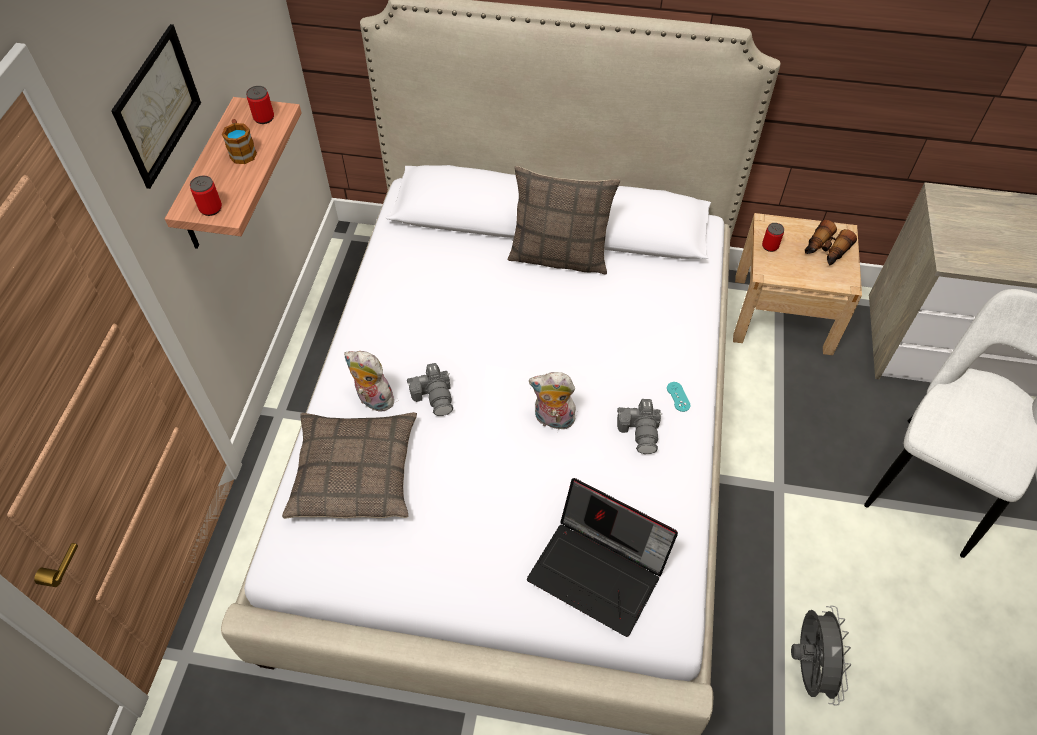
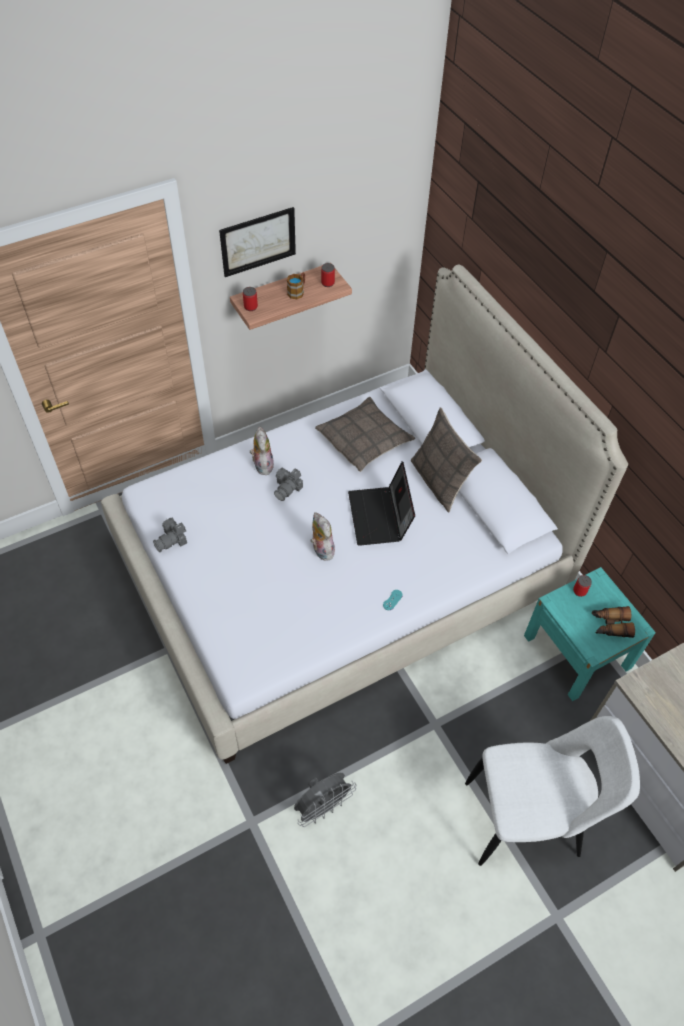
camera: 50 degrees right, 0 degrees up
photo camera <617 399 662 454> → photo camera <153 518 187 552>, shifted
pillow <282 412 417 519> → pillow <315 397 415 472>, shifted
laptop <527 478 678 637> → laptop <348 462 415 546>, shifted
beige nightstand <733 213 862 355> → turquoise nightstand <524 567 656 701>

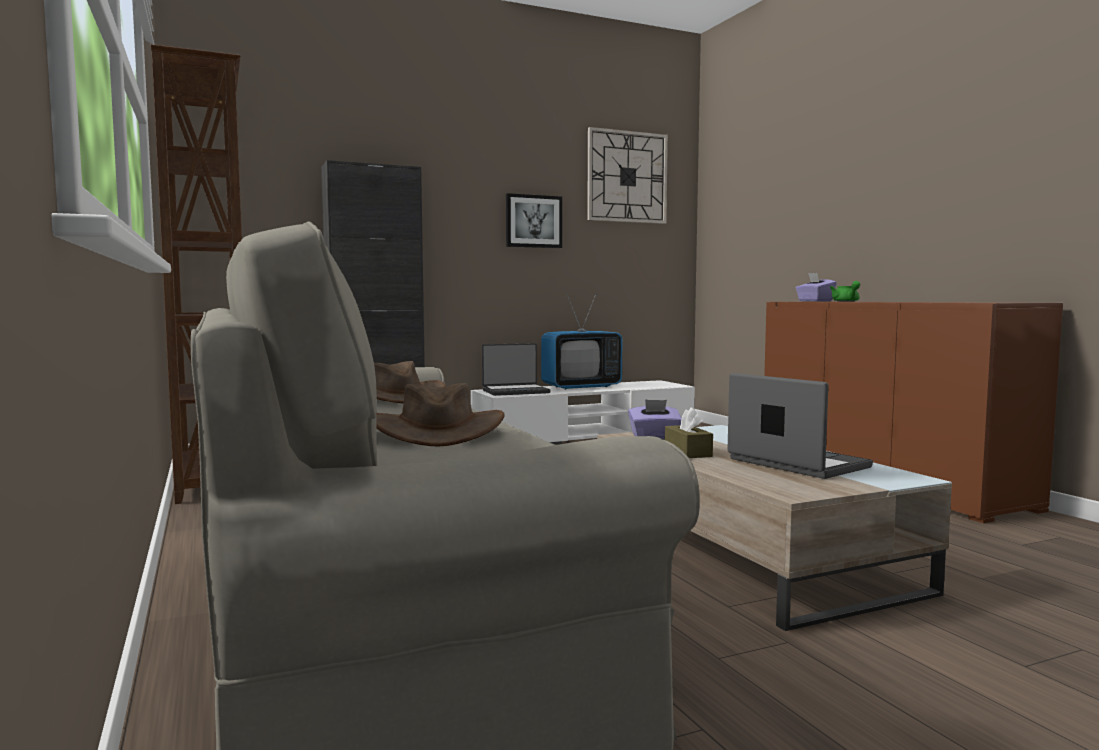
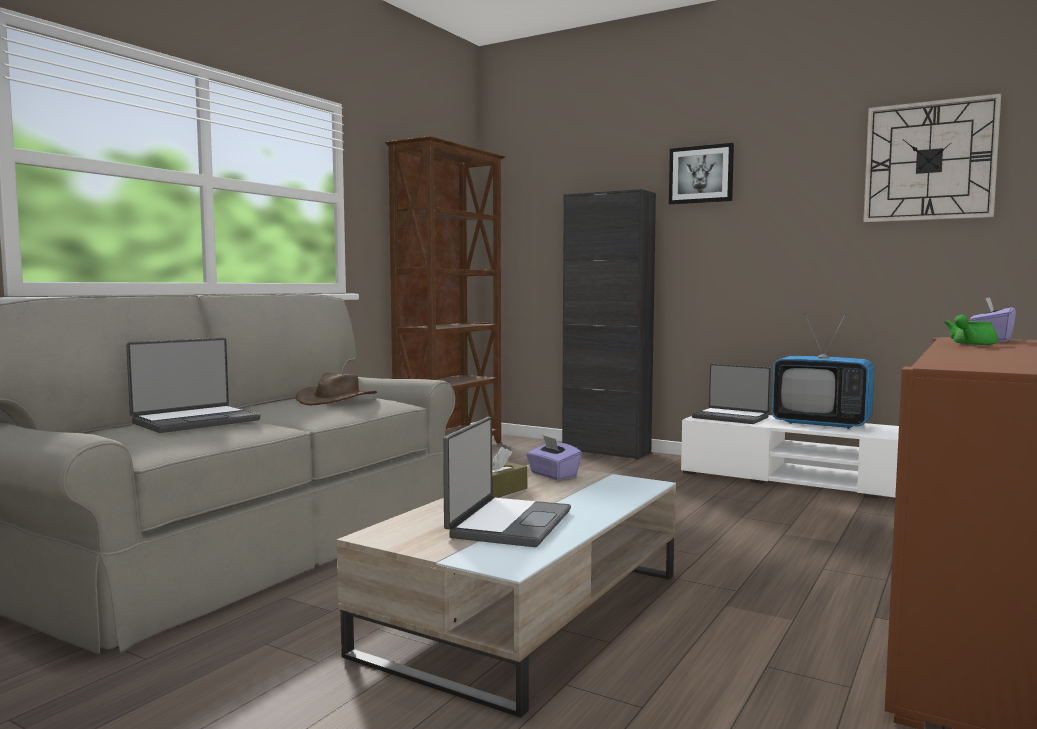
camera: 55 degrees right, 0 degrees up
brown hat <377 383 505 446> → laptop <126 338 260 433>
picture <506 193 562 248> → picture <669 143 734 204>, shifted

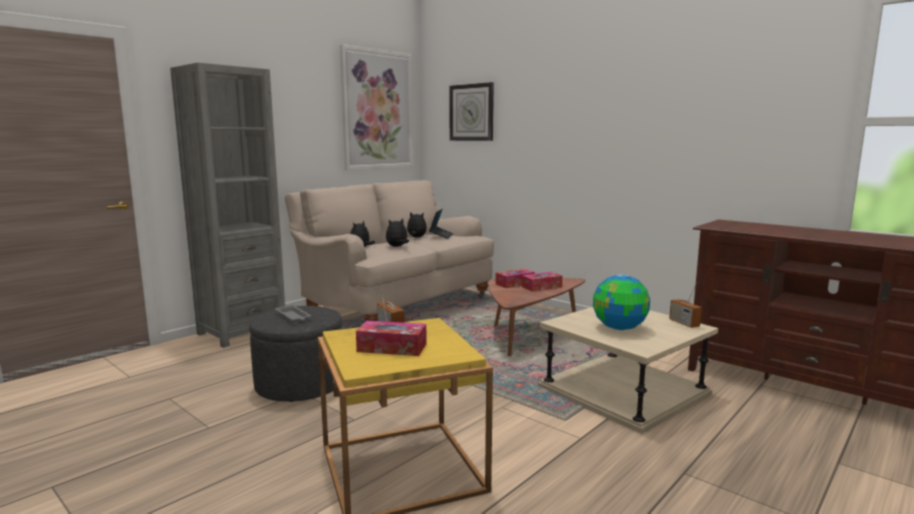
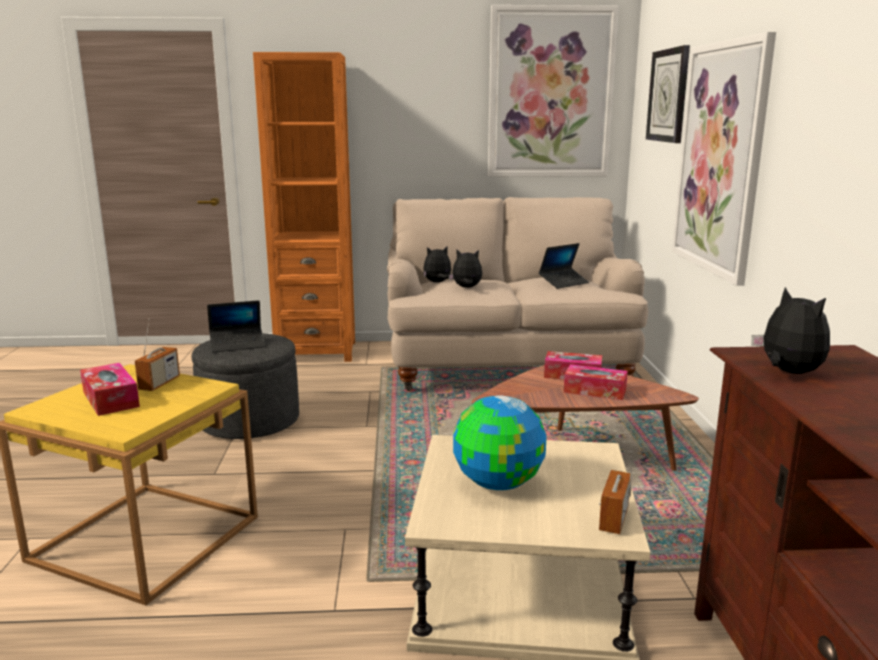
camera: 45 degrees right, 5 degrees up
grey tray <275 305 311 323> → laptop <207 300 265 353>
grey bookcase <170 62 285 348> → orange bookcase <253 52 355 362>
- → picture <672 32 776 286>
plush toy <406 212 427 237> → plush toy <752 287 830 374>, shifted

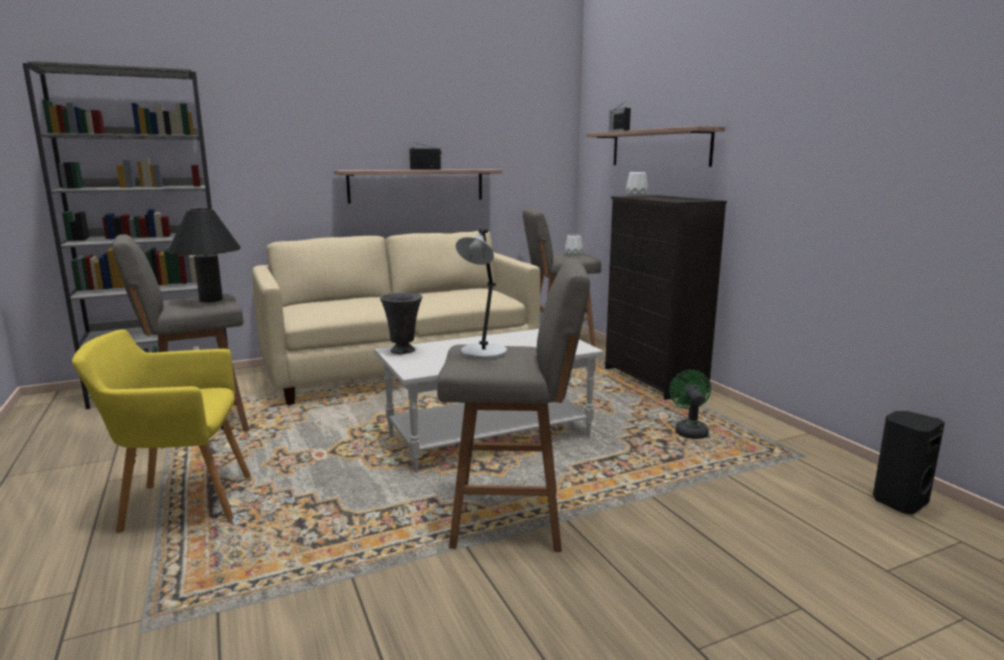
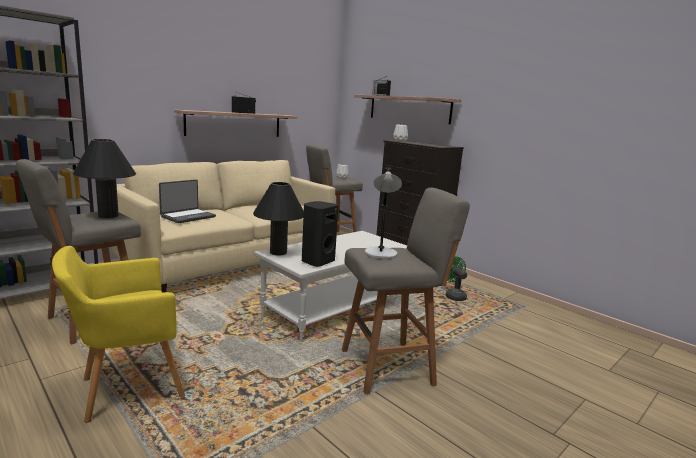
camera: 20 degrees left, 0 degrees up
- → laptop <159 180 216 223>
grey vase <380 293 422 354> → black table lamp <253 182 304 255>
black speaker <873 411 945 514> → black speaker <302 201 338 267>, shifted

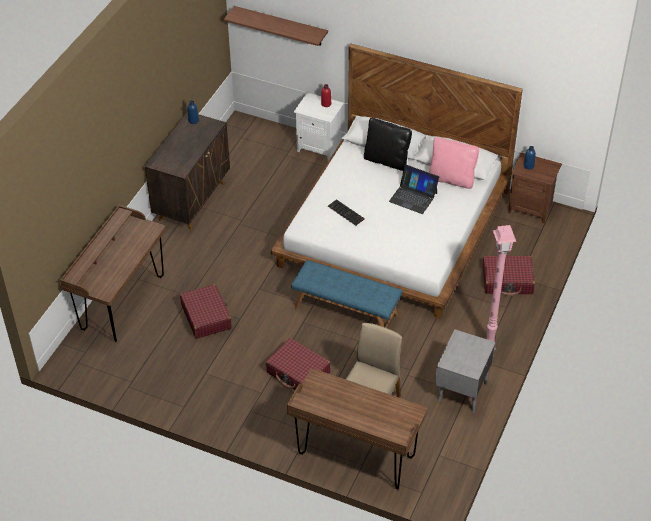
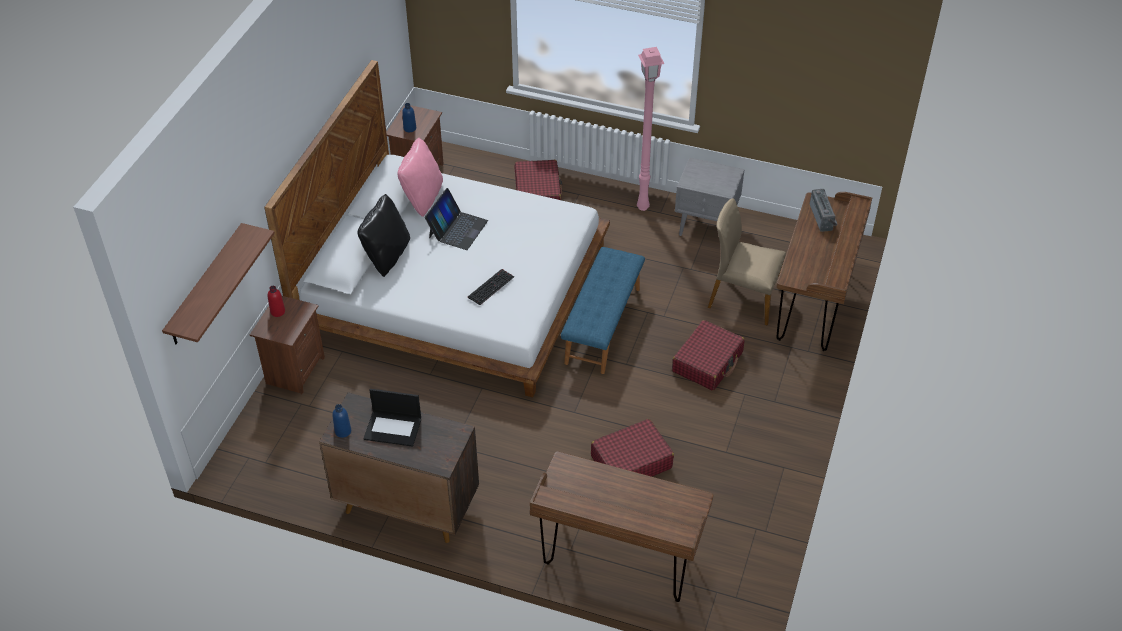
camera: 95 degrees left, 0 degrees up
white nightstand <294 93 344 161> → brown nightstand <250 296 325 395>
- → laptop <364 389 421 447>
- → radio <810 189 838 232>

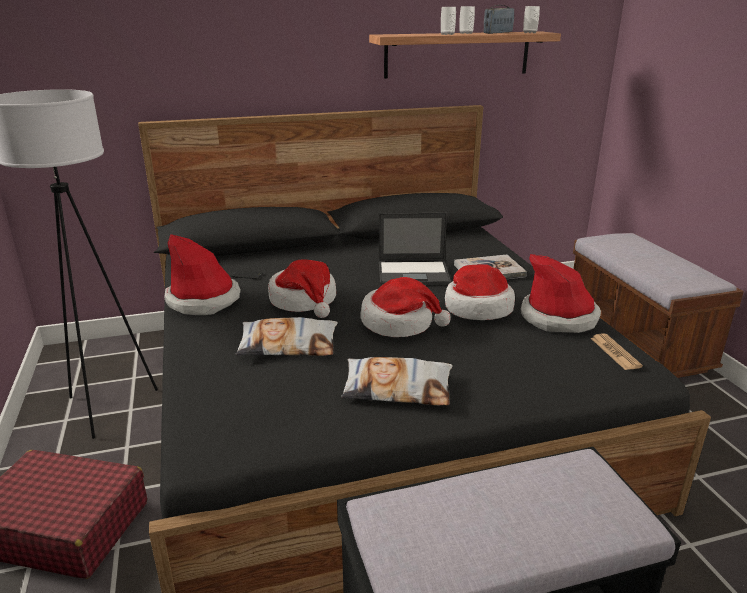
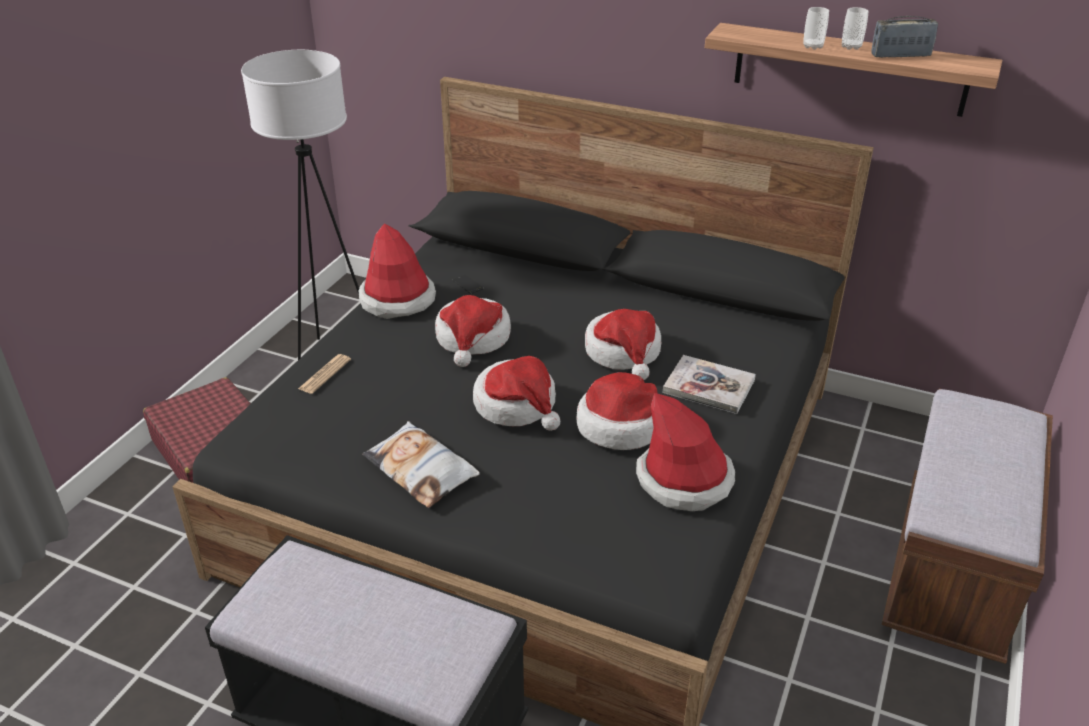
camera: 40 degrees right, 10 degrees up
newspaper <591 334 643 370> → newspaper <298 354 351 394>, shifted
laptop <379 213 451 285> → hat <585 309 661 380>
pillow <236 317 338 356> → -
cup <523 6 540 33> → -

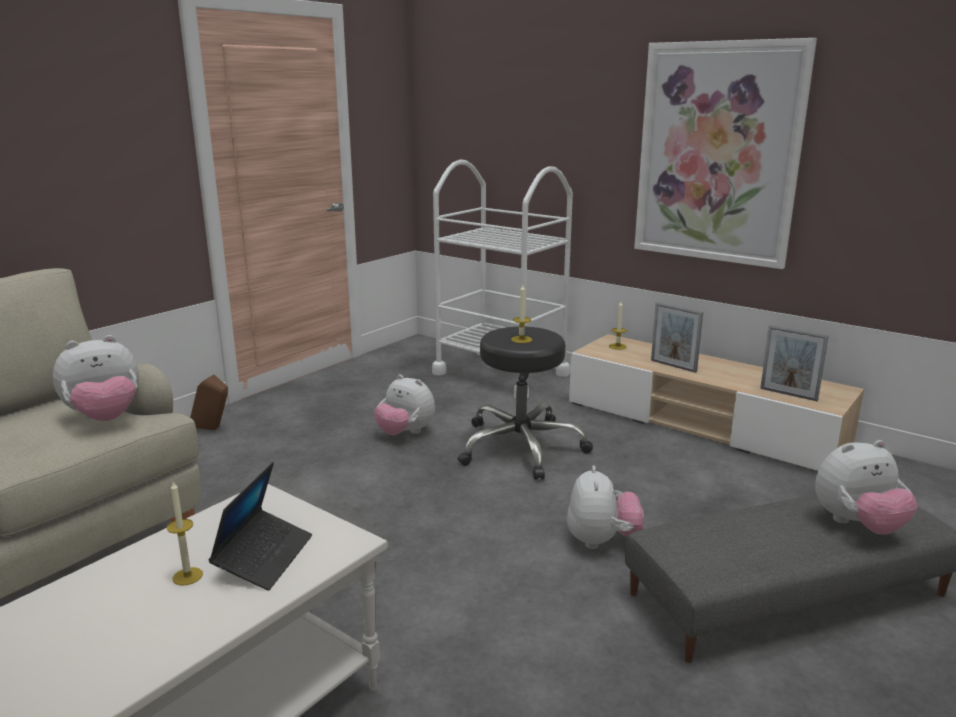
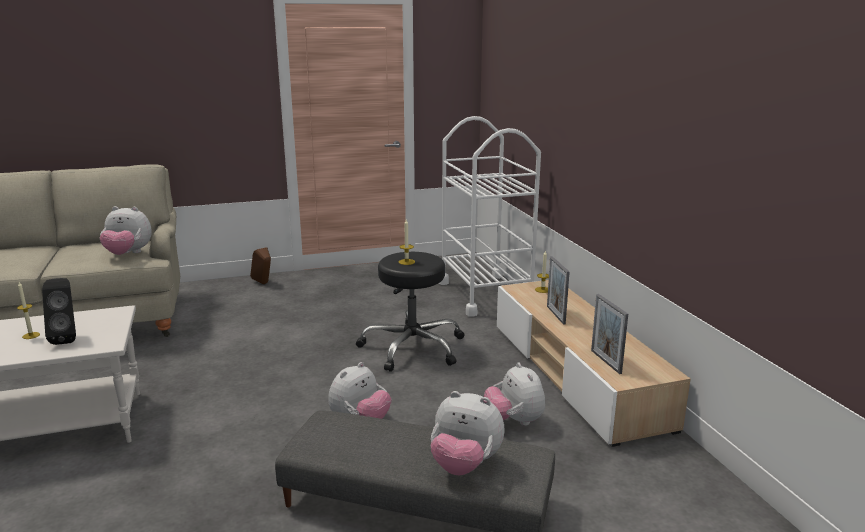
camera: 35 degrees right, 0 degrees up
laptop <208 462 312 590> → black speaker <42 278 76 345>
plush toy <374 374 435 435> → plush toy <484 362 545 426>, shifted
picture <634 38 817 269> → -

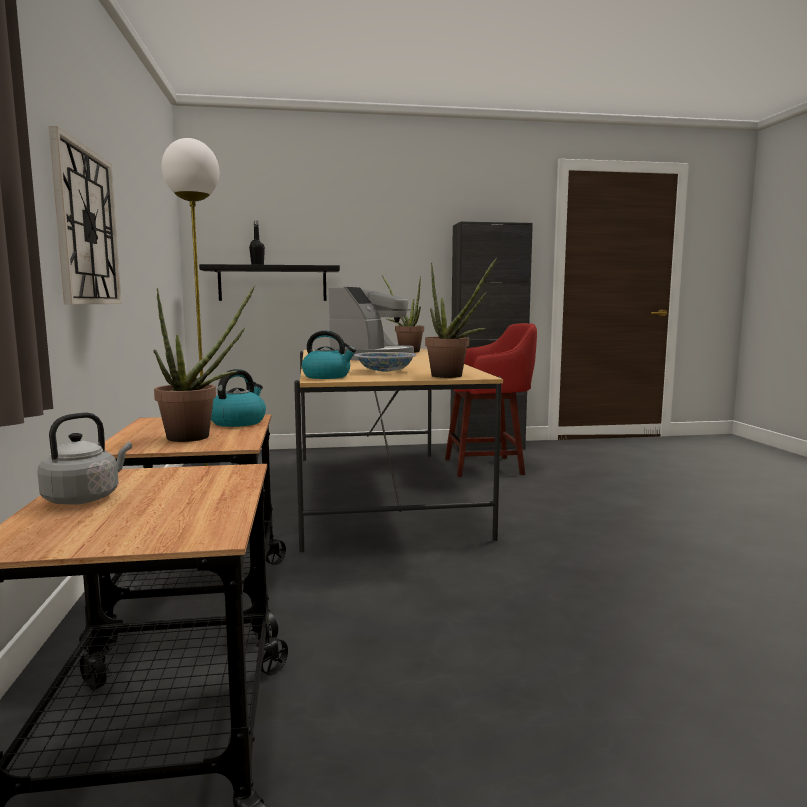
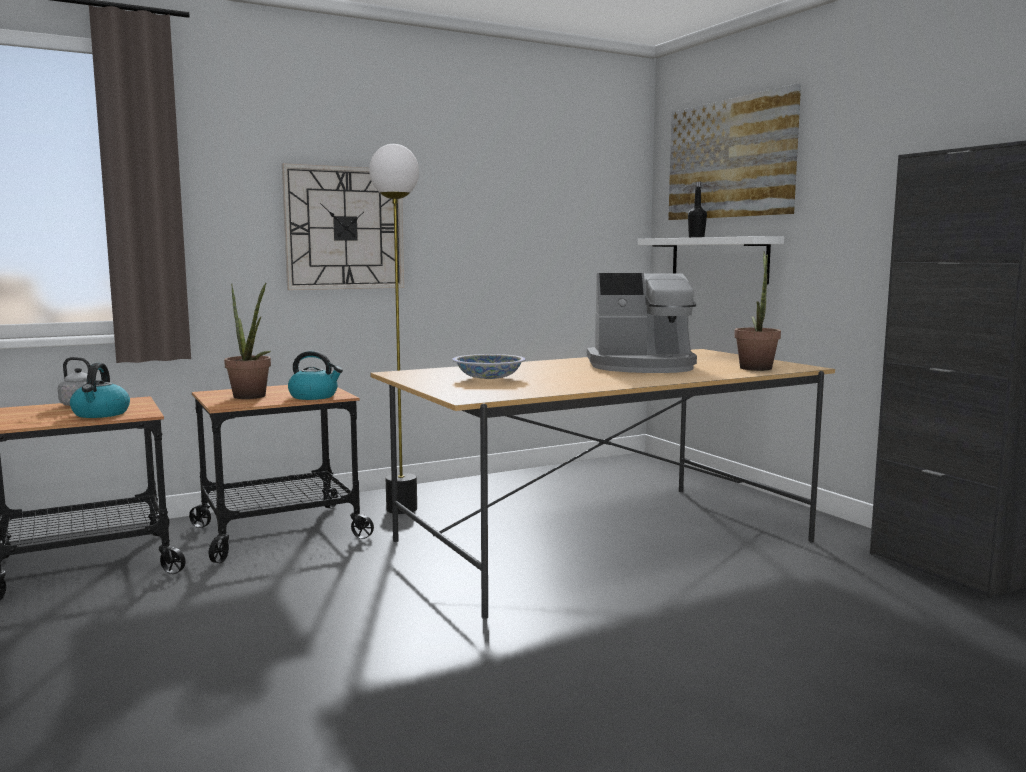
camera: 70 degrees right, 0 degrees up
kettle <302 331 356 379> → kettle <70 363 130 418>, shifted
black shelf <199 264 340 301> → white shelf <638 236 784 284>
- → picture <668 84 801 220>
potted plant <425 257 497 378> → -
red stool <445 323 537 477> → -

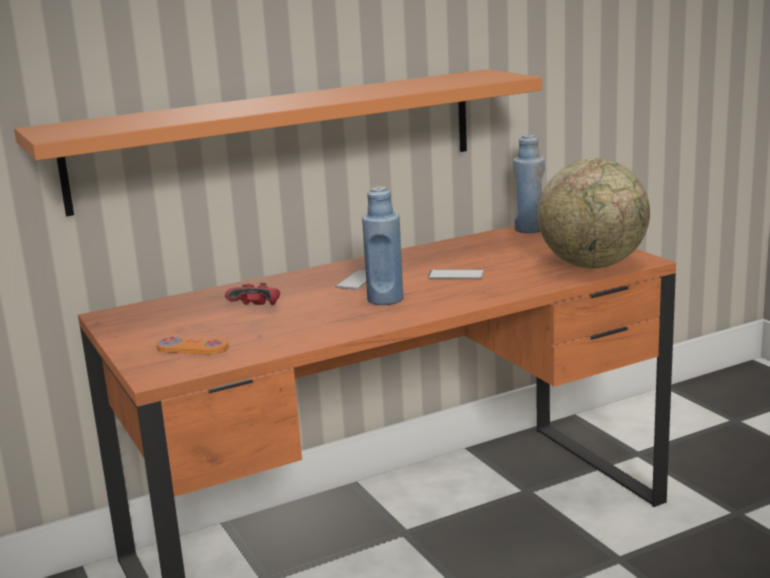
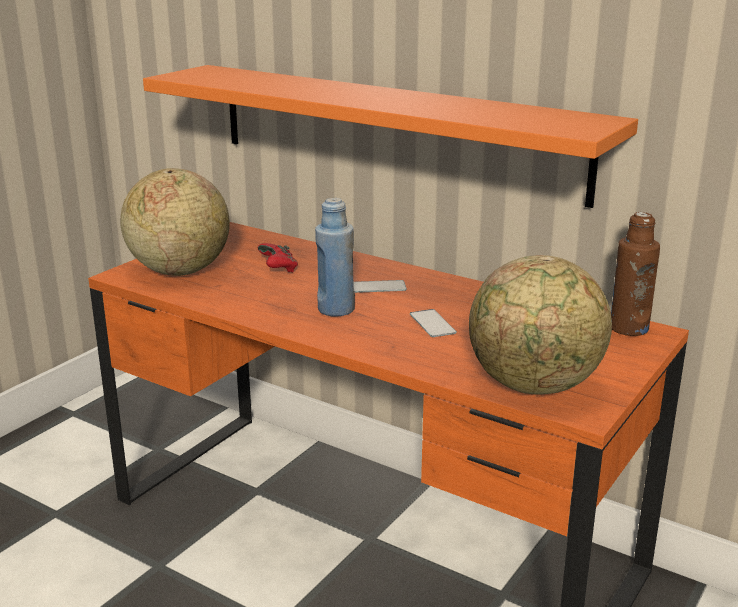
camera: 60 degrees right, 5 degrees up
orange game controller <156 336 228 354> → globe <120 168 230 276>
blue bottle <513 135 545 234> → brown bottle <611 212 660 336>

